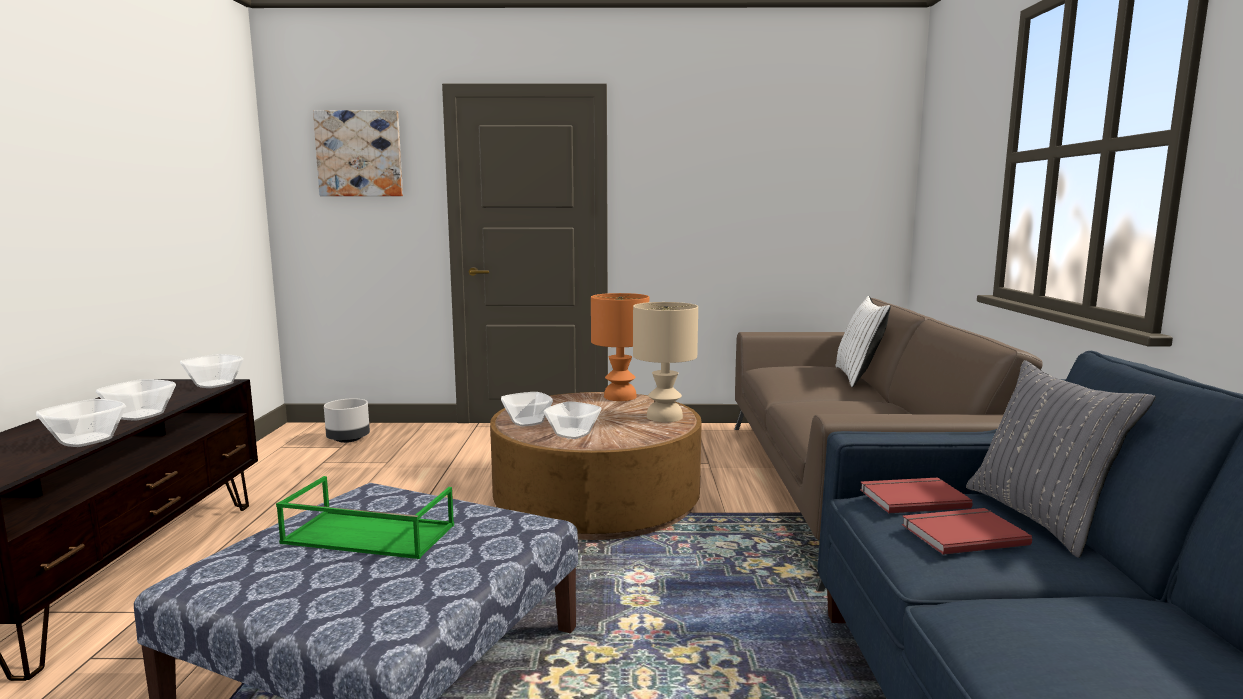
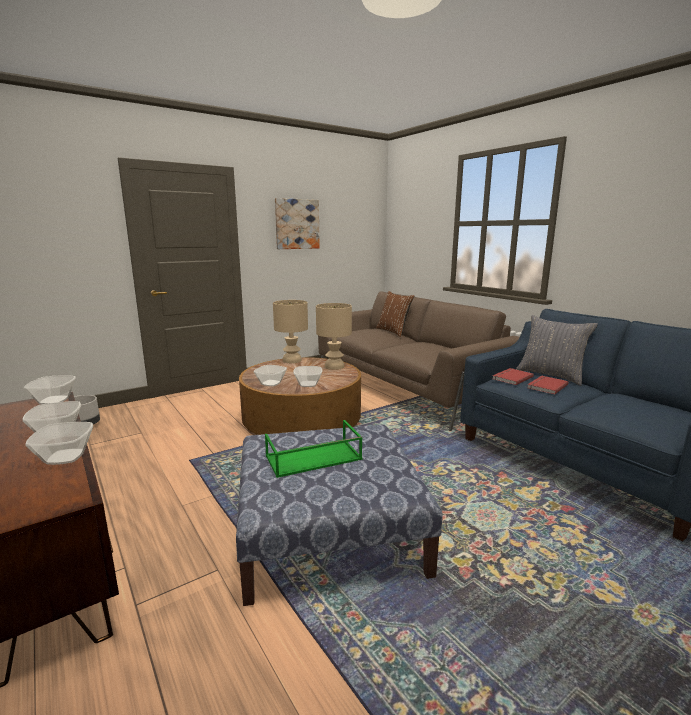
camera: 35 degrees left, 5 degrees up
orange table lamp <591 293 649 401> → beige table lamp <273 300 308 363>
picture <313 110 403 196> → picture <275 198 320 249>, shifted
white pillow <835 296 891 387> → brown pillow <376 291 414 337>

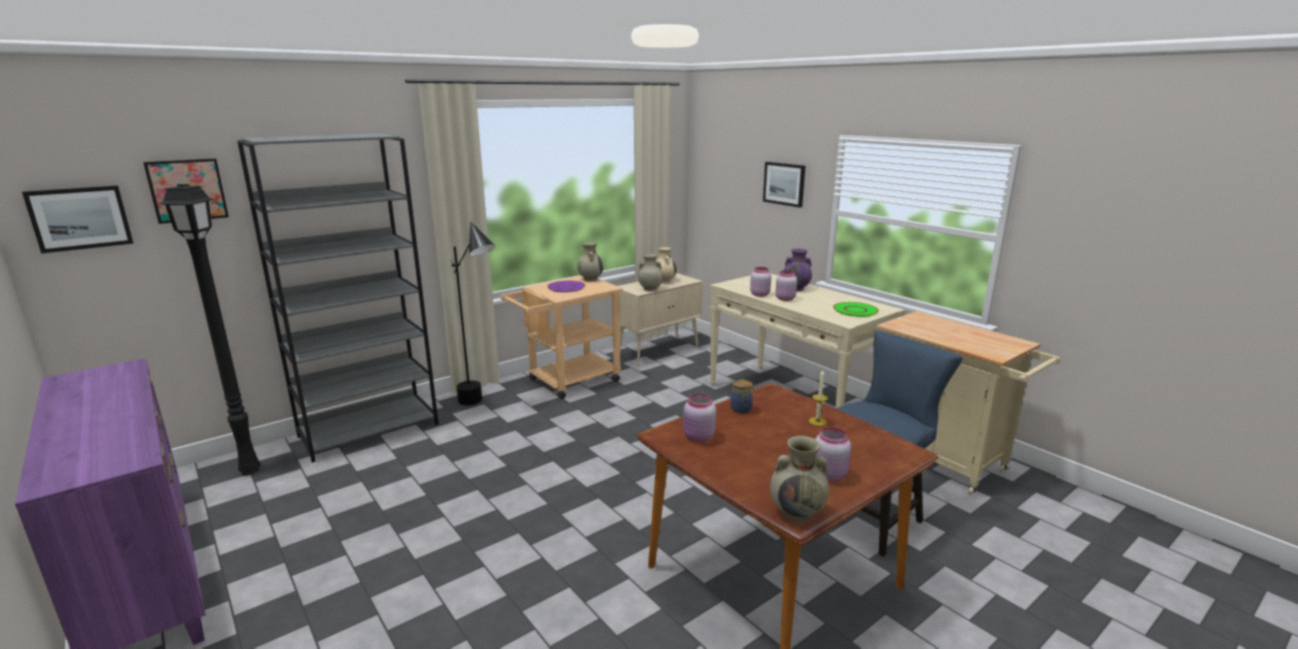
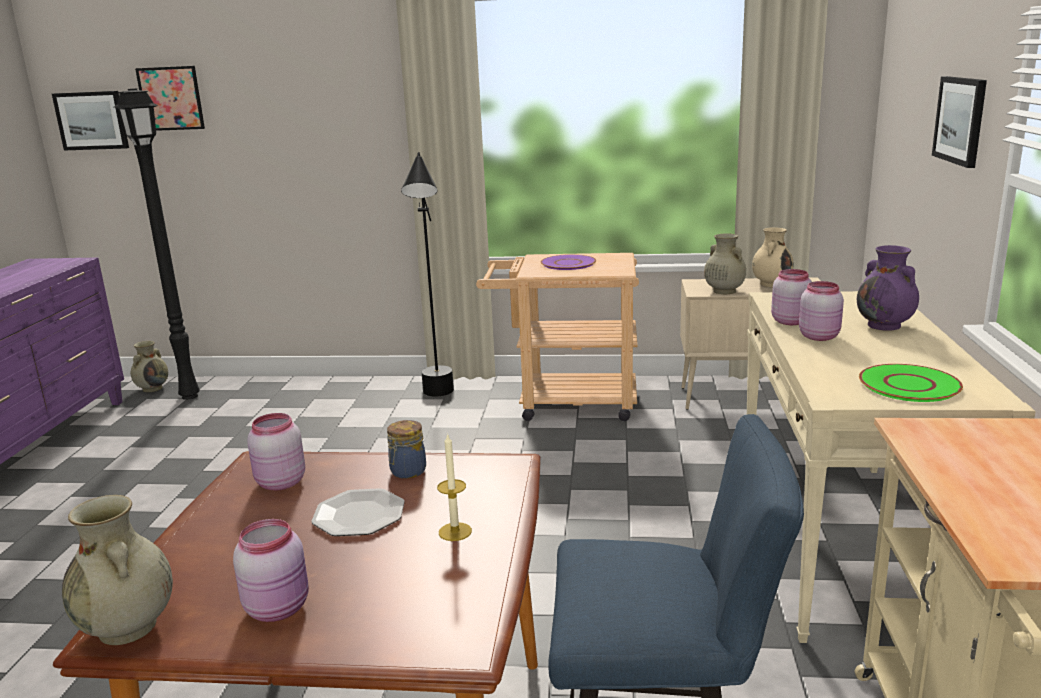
camera: 45 degrees right, 0 degrees up
beige vase <577 242 603 281> → beige vase <131 341 168 392>, shifted
- → plate <311 488 405 536>
grey bookcase <237 133 439 463> → -

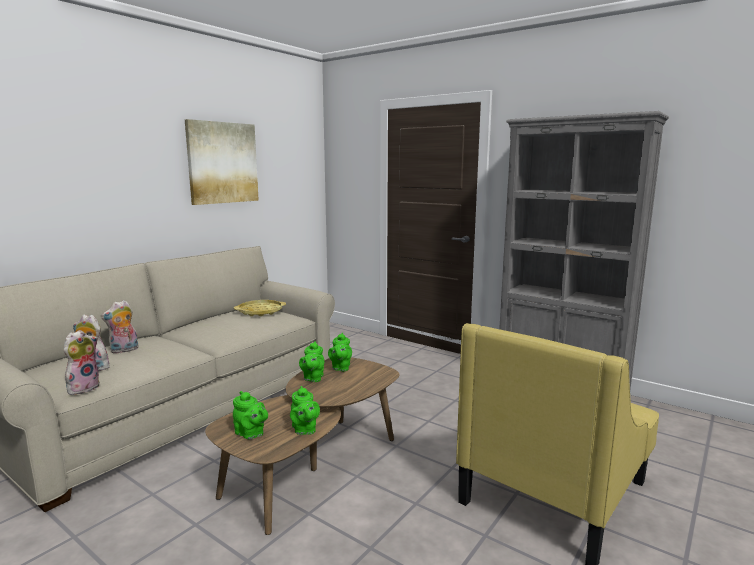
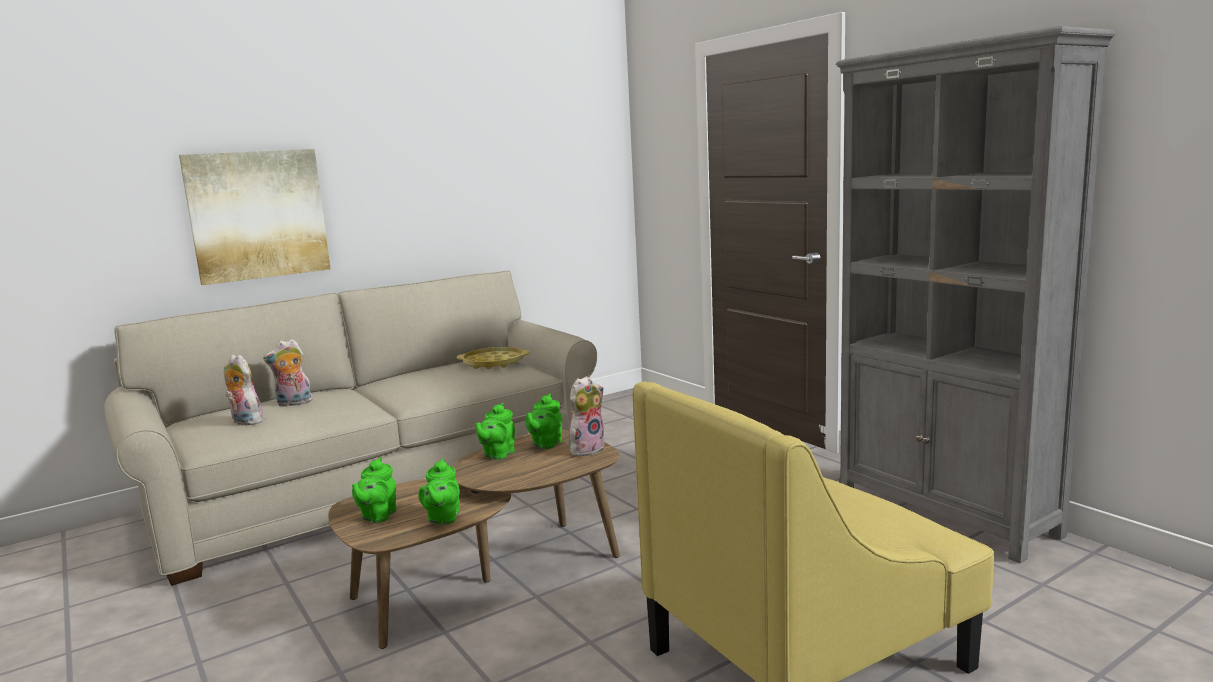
camera: 20 degrees right, 0 degrees up
picture <185 119 259 205> → picture <179 149 331 285>, shifted
green teapot <233 391 268 439> → green teapot <352 457 396 523>, 45 degrees clockwise
plush toy <64 330 100 395> → plush toy <569 376 605 456>, shifted

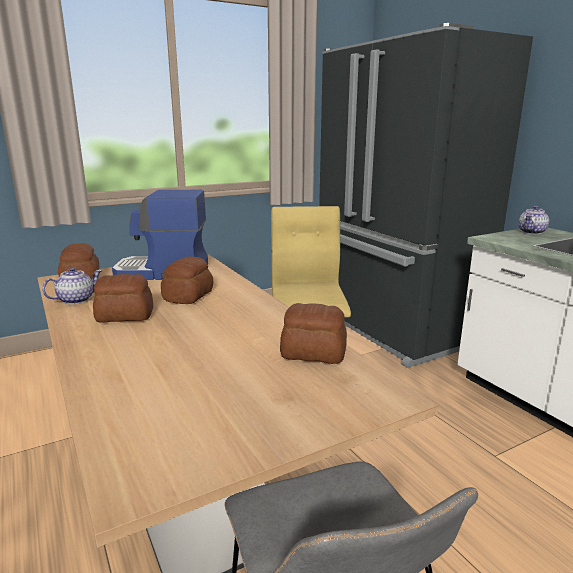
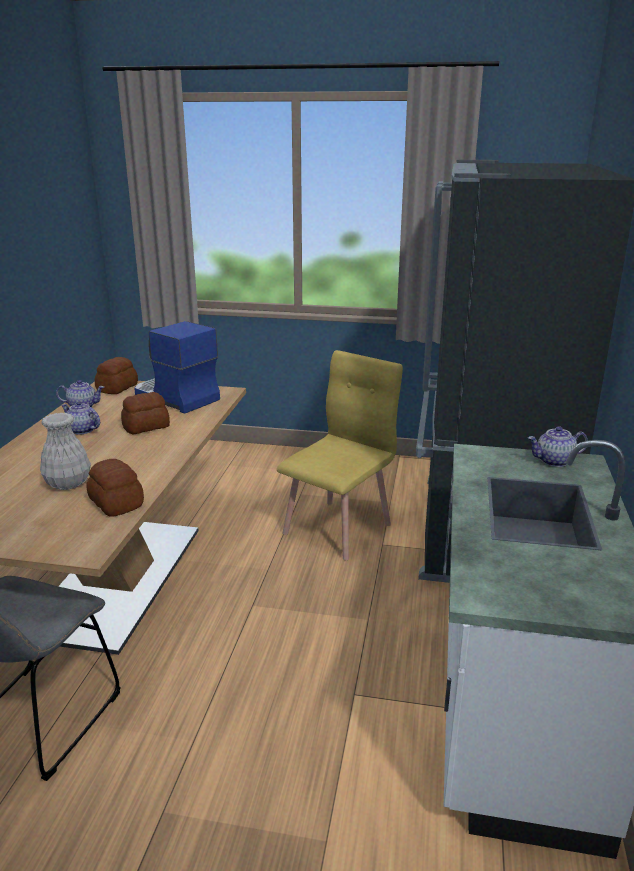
camera: 40 degrees right, 5 degrees up
- → white vase <40 413 91 490>
bread <93 274 153 323> → teapot <61 401 100 435>

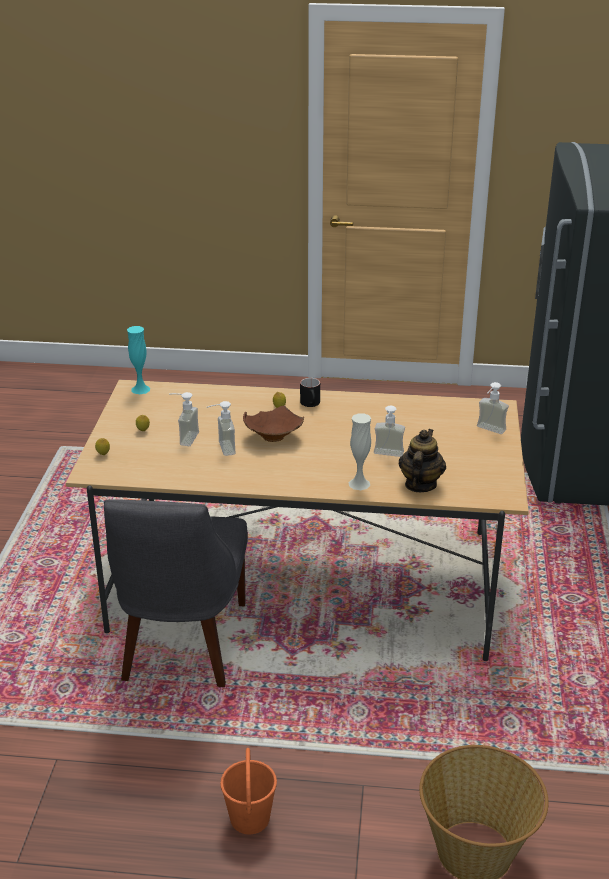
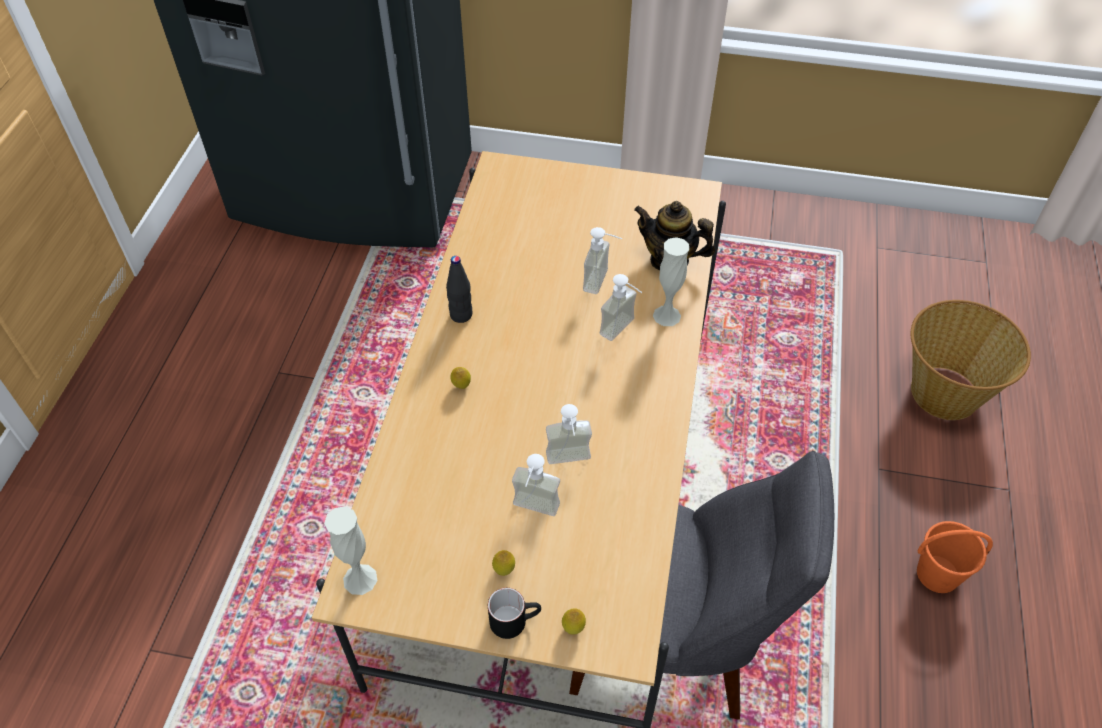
camera: 85 degrees left, 20 degrees up
turquoise vase <127 326 150 394> → white vase <324 506 377 595>
- → black bottle <446 256 473 323>
black mug <300 378 320 407> → black mug <488 588 541 639>, shifted
soap dispenser <477 382 509 434> → soap dispenser <600 274 642 341>, shifted
brown bowl <243 405 304 442> → -

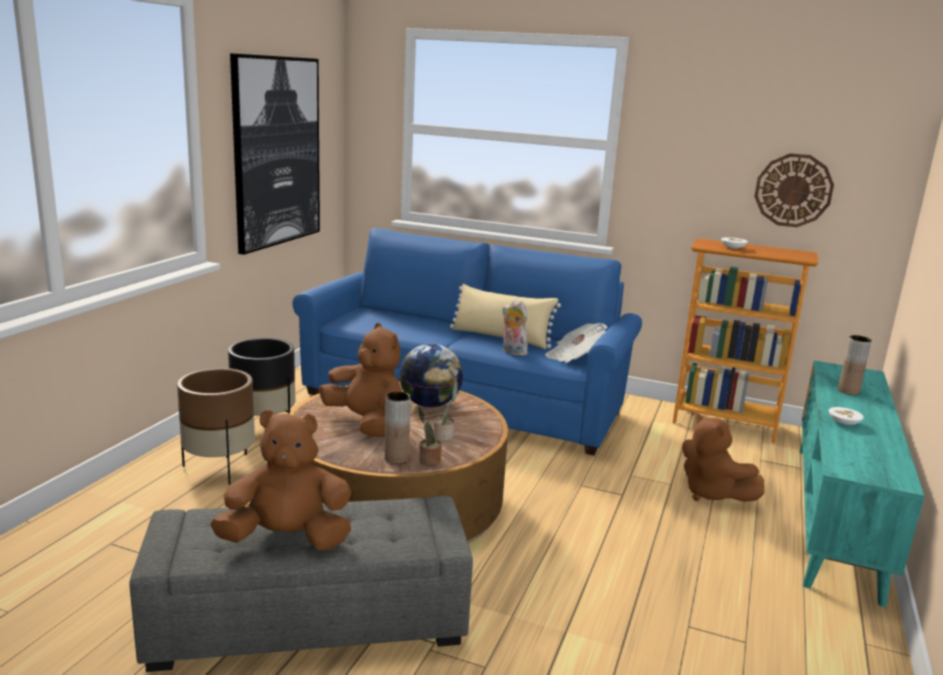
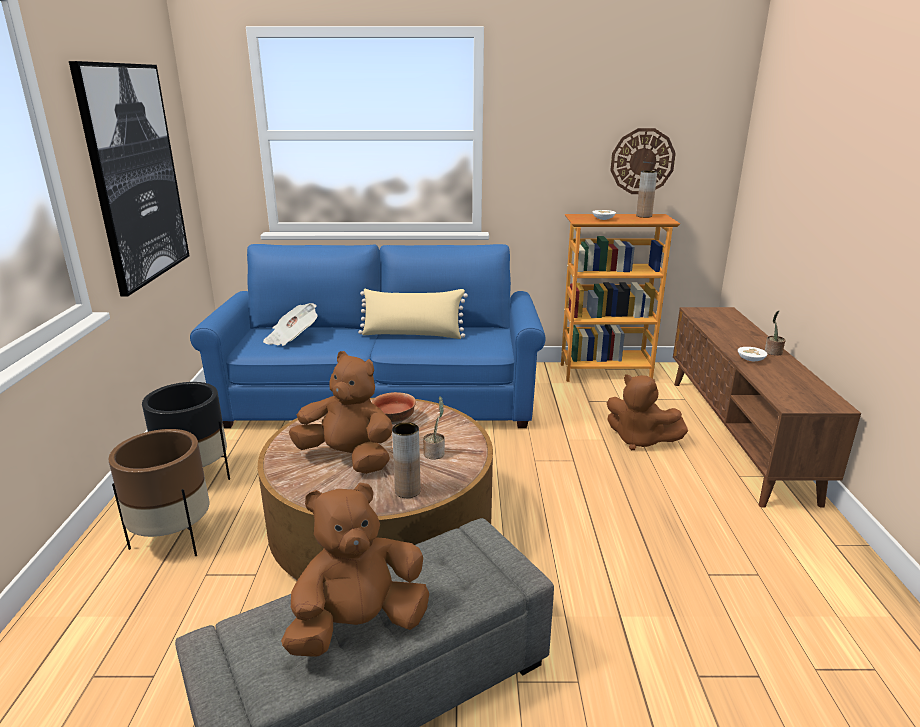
camera: 20 degrees left, 5 degrees up
newspaper <545 323 608 363> → newspaper <263 303 317 346>, shifted
globe <399 344 463 408> → bowl <372 392 416 424>
brown vase <838 335 872 395> → brown vase <636 170 657 218>, shifted
turquoise tv stand <799 360 924 607> → brown tv stand <673 307 861 508>
potted plant <418 406 442 466> → potted plant <765 310 786 356>, shifted
plush toy <502 300 528 356> → -

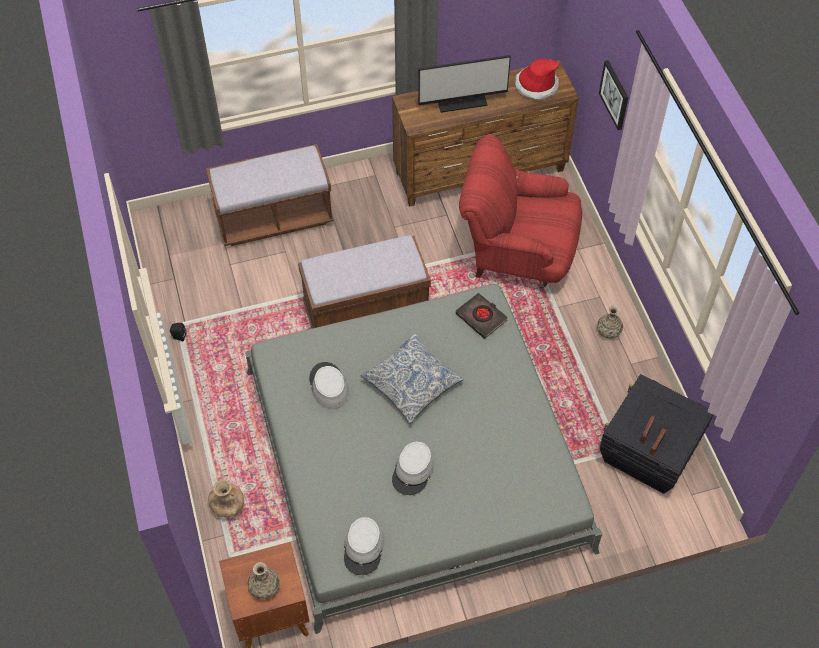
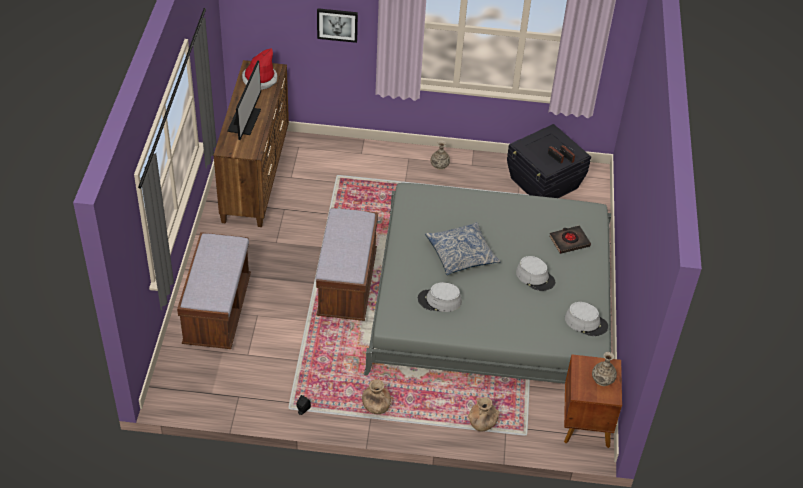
camera: 70 degrees left, 10 degrees down
- → brown vase <362 379 391 414>
black book <456 293 508 339> → black book <550 225 591 254>, shifted
red armchair <459 135 582 288> → -

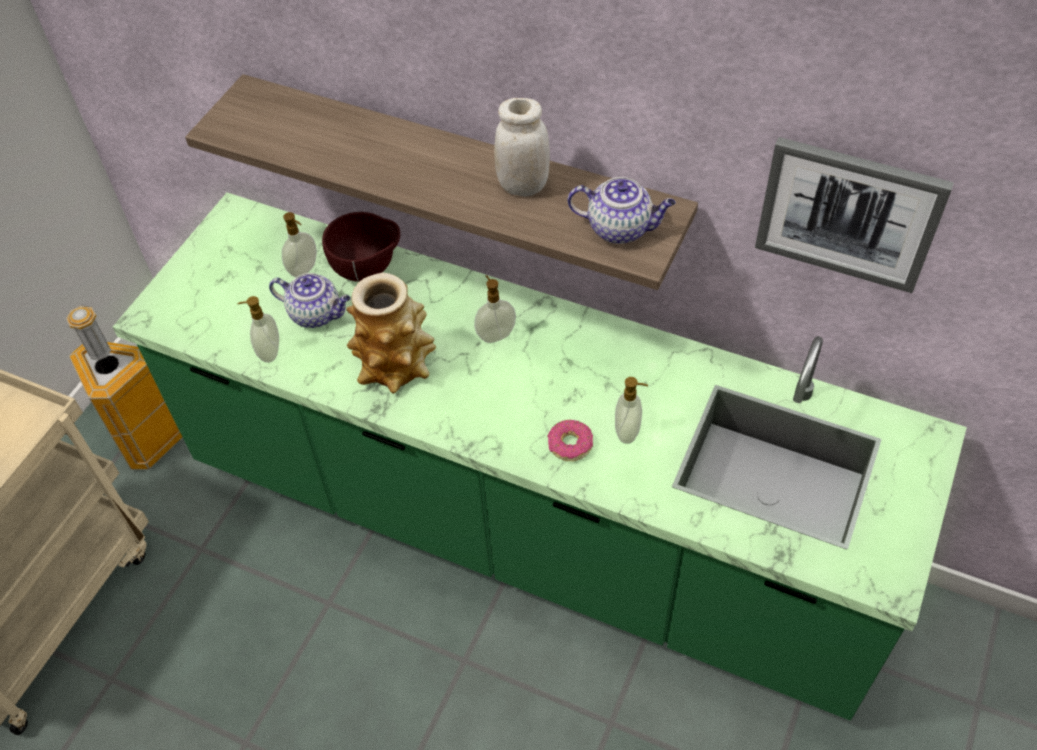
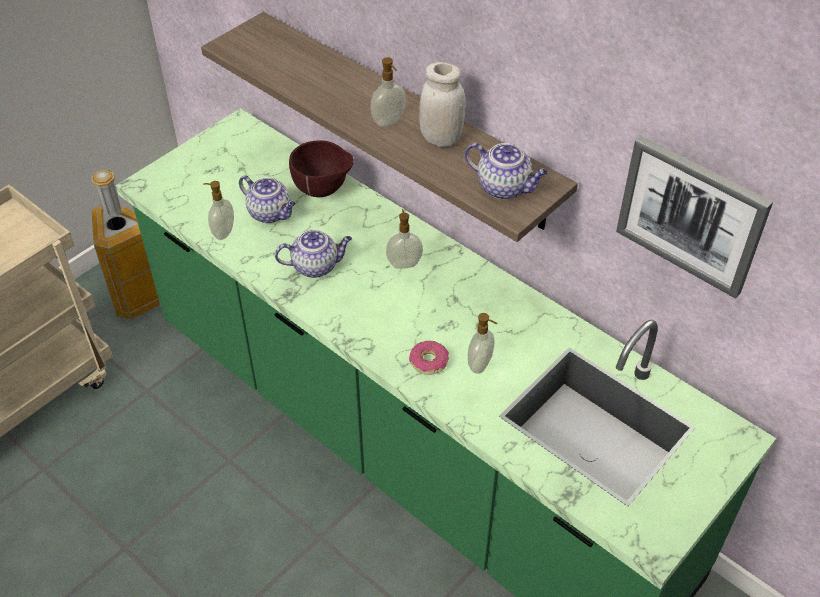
camera: 15 degrees right, 5 degrees down
vase <347 273 436 393> → teapot <275 230 352 278>
soap dispenser <282 212 317 277> → soap dispenser <370 57 406 127>, shifted

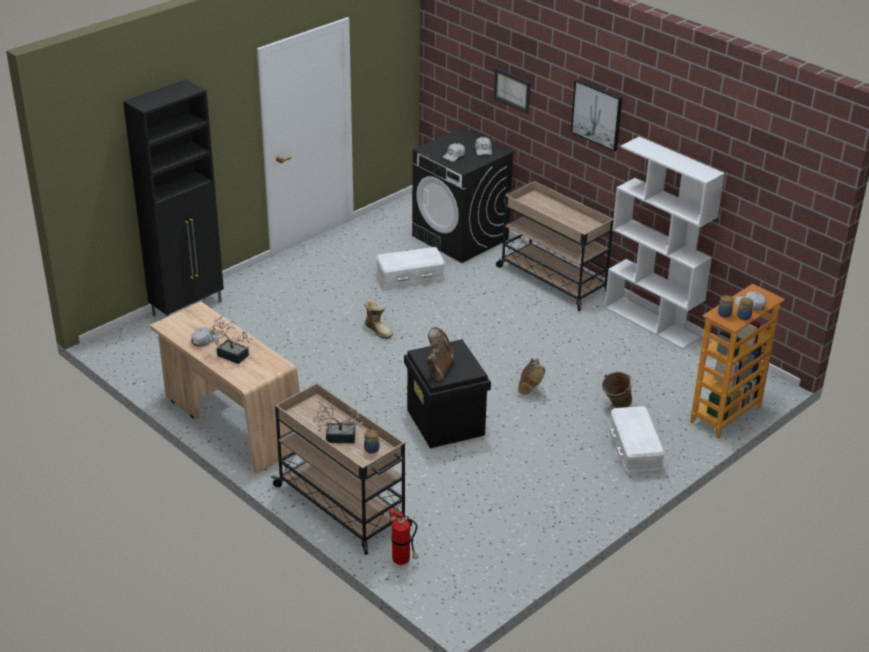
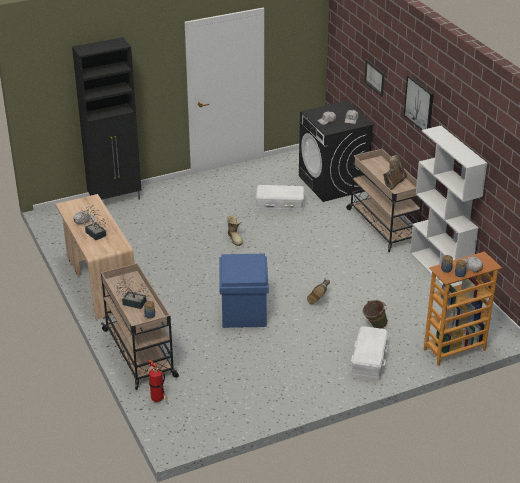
camera: 20 degrees right, 0 degrees up
black storage box <404 339 491 448> → blue storage box <220 254 269 328>
brown boot <426 327 455 381> → brown boot <383 155 407 190>, shifted

